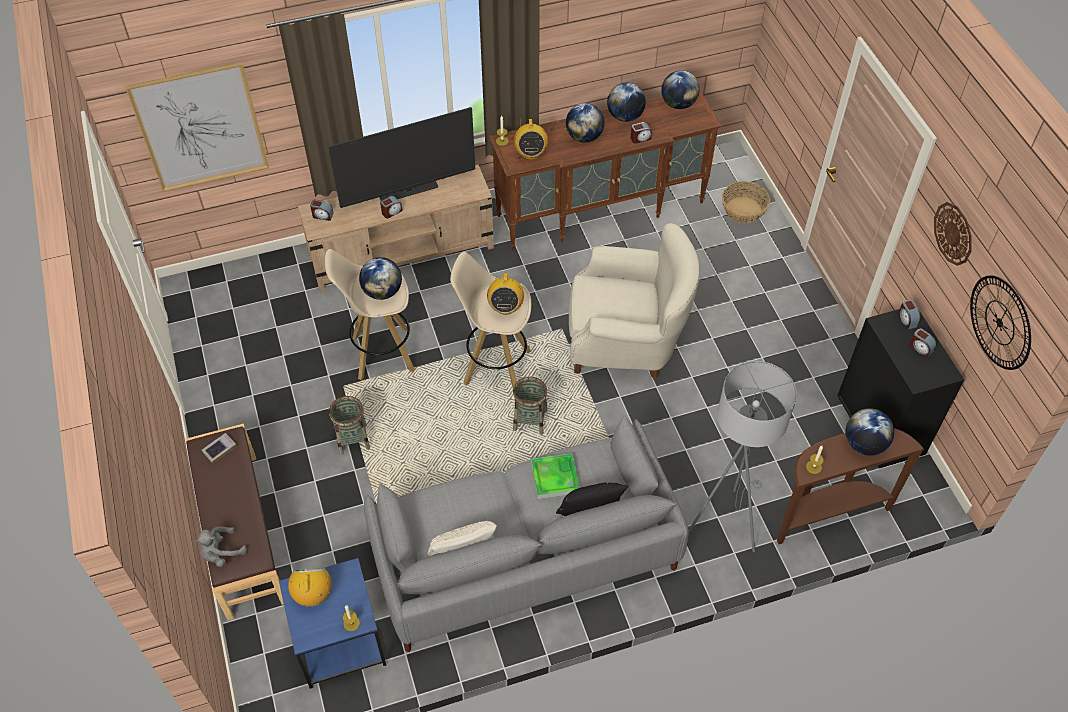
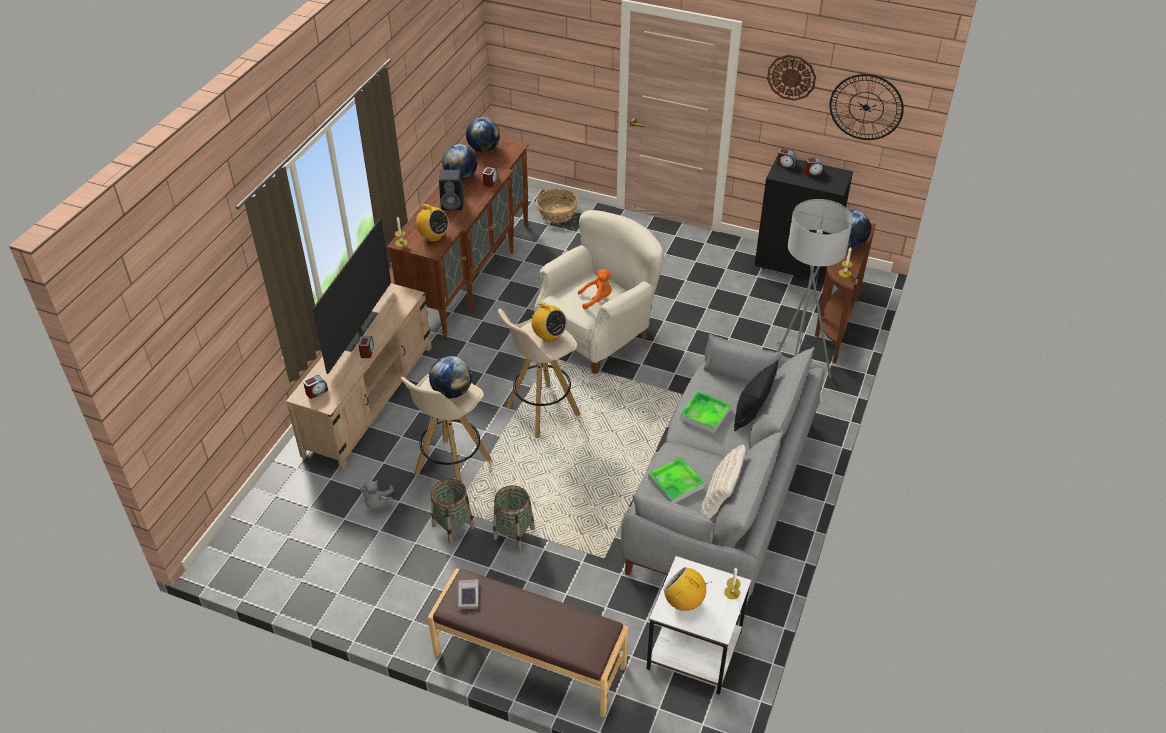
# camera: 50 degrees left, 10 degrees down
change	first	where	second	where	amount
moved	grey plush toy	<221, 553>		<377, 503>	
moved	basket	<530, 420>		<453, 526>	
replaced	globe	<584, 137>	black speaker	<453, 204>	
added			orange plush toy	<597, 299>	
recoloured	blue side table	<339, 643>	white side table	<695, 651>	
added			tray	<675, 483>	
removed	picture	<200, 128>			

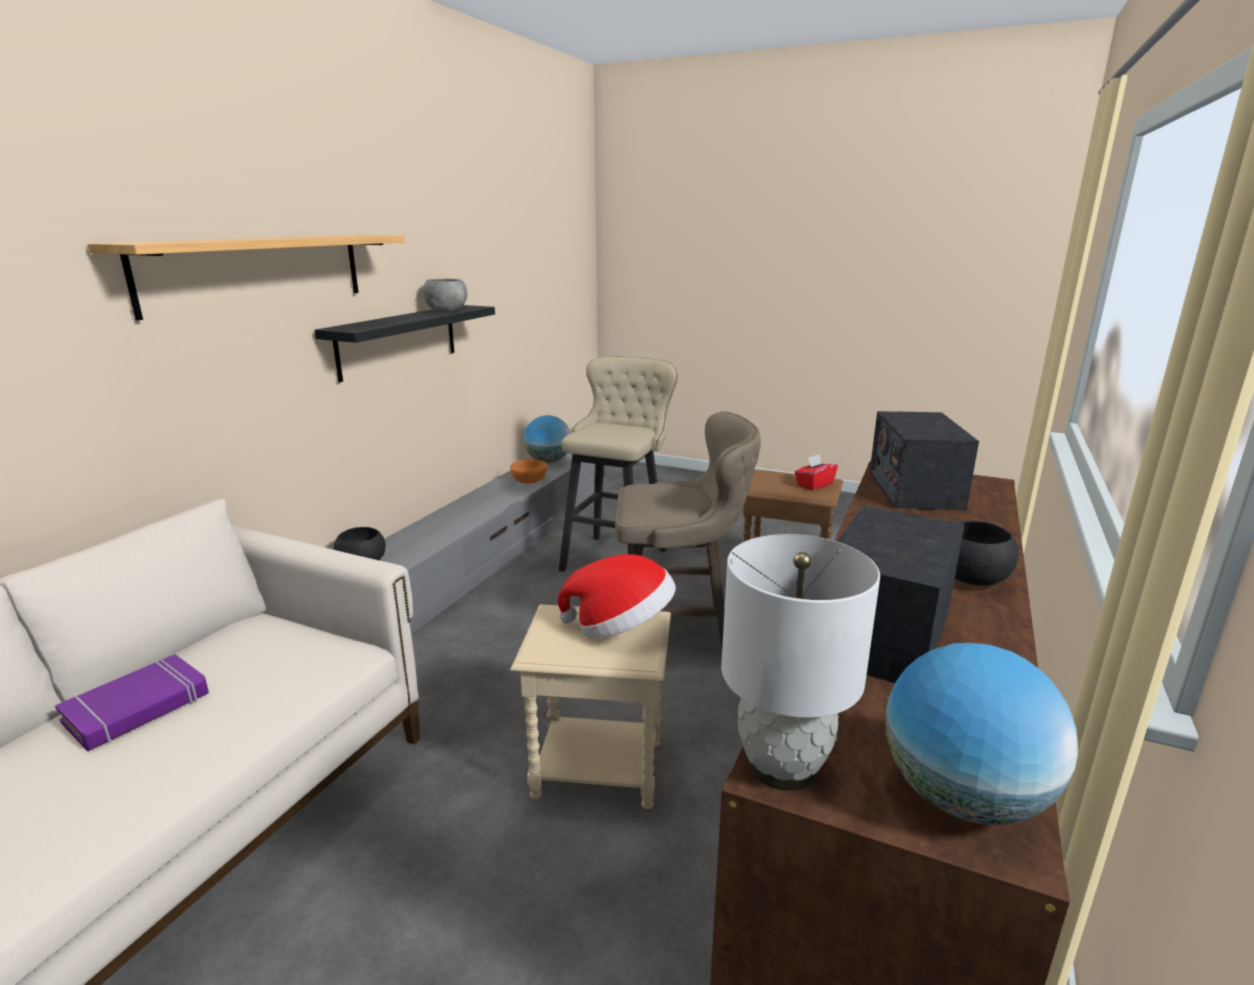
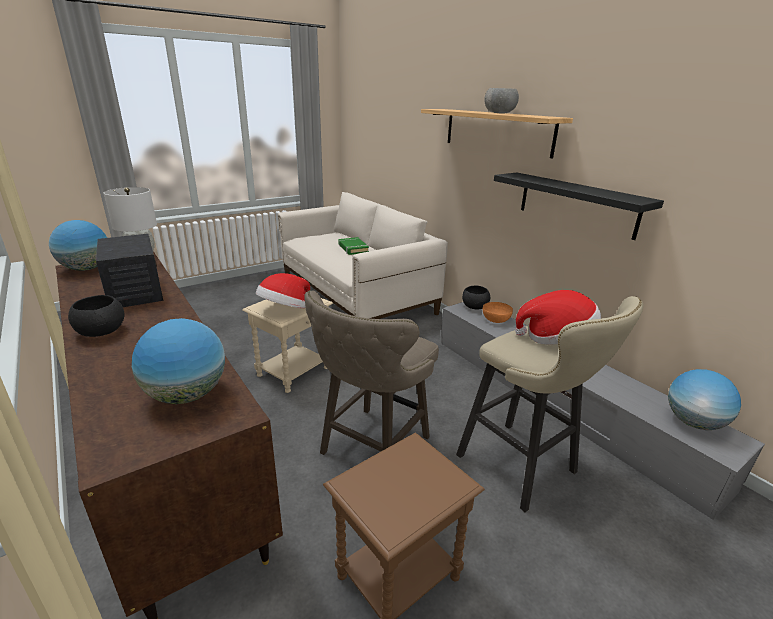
# camera: 120 degrees right, 5 degrees up
change	first	where	second	where	amount
replaced	radio	<914, 489>	globe	<187, 395>	
recoloured	purple book	<138, 708>	green book	<353, 248>	
moved	orange bowl	<530, 480>		<496, 320>	
moved	grey bowl	<446, 310>		<499, 113>	
added			hat	<555, 338>	
removed	red tissue box	<814, 485>			

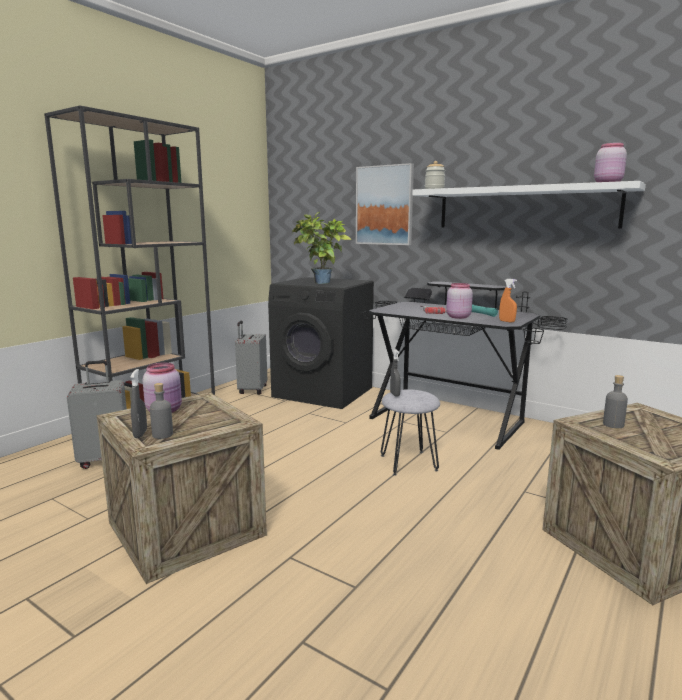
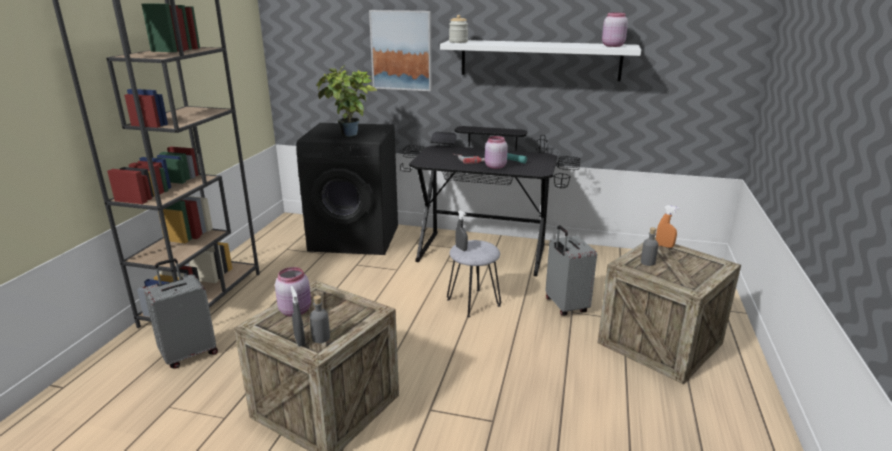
# camera: 20 degrees left, 10 degrees up
change	first	where	second	where	amount
moved	grey suitcase	<252, 390>		<565, 306>	
moved	orange spray bottle	<507, 321>		<664, 246>	

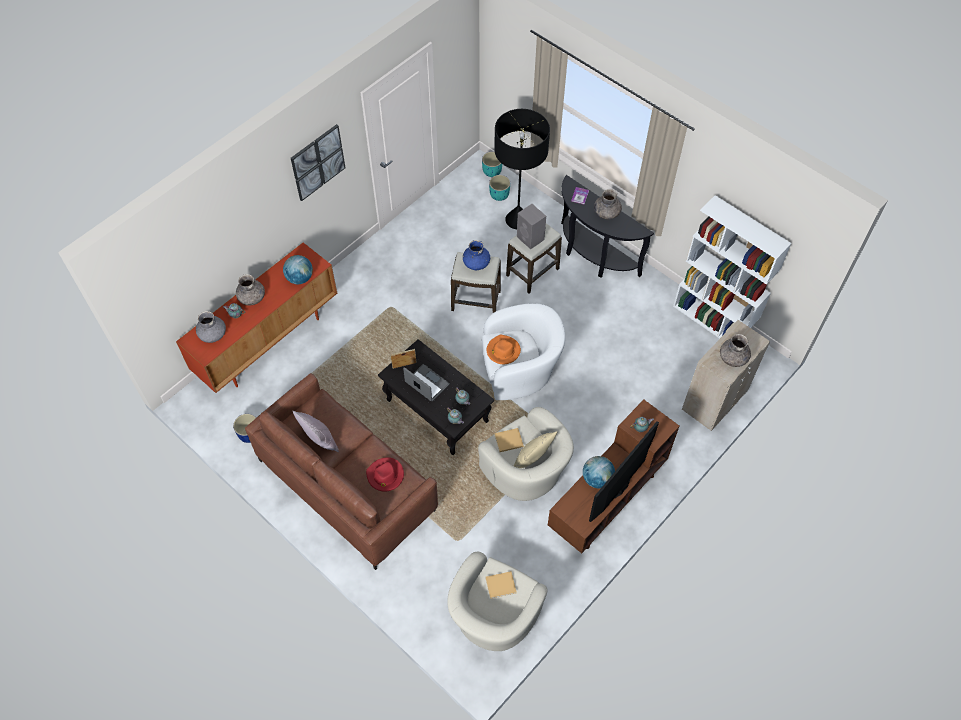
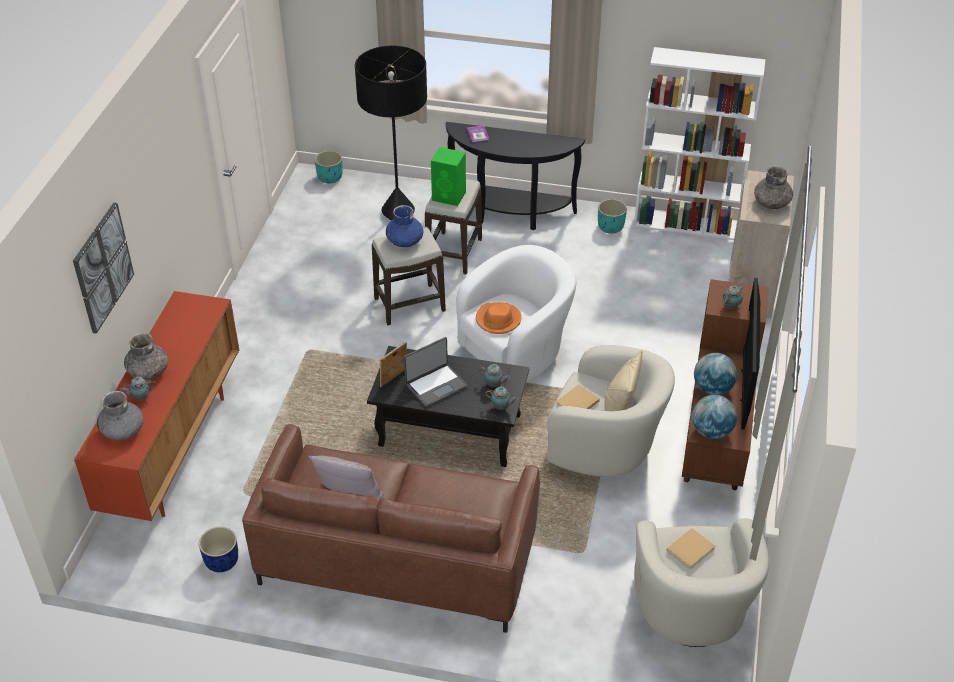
# camera: 30 degrees left, 15 degrees down
change	first	where	second	where	amount
moved	picture	<318, 162>		<103, 267>	
turned	laptop	<426, 384>		<436, 385>	135 degrees clockwise
recoloured	grey speaker	<531, 238>	green speaker	<449, 196>	
moved	turquoise planter	<499, 195>		<611, 227>	
moved	globe	<300, 278>		<711, 431>	
removed	red hat	<385, 475>			
removed	grey vase	<607, 212>			

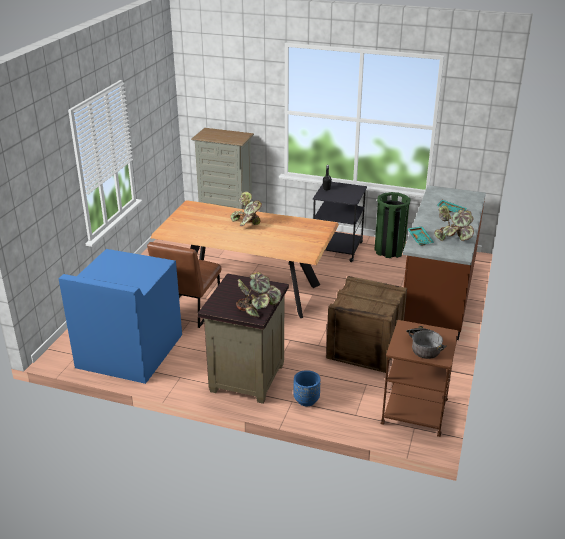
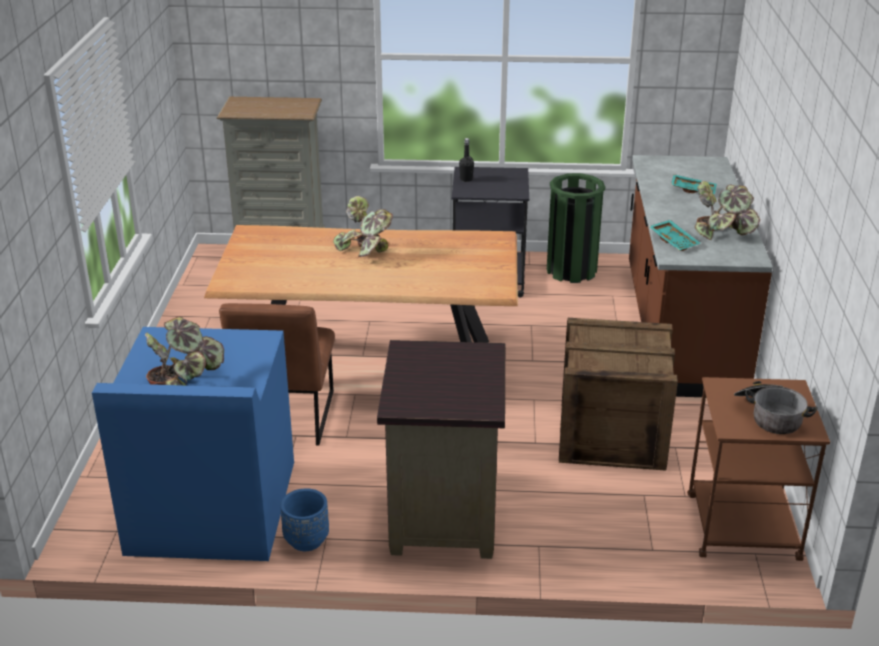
# camera: 15 degrees left, 0 degrees up
change	first	where	second	where	amount
moved	potted plant	<257, 307>		<185, 377>	
moved	blue planter	<306, 400>		<306, 540>	

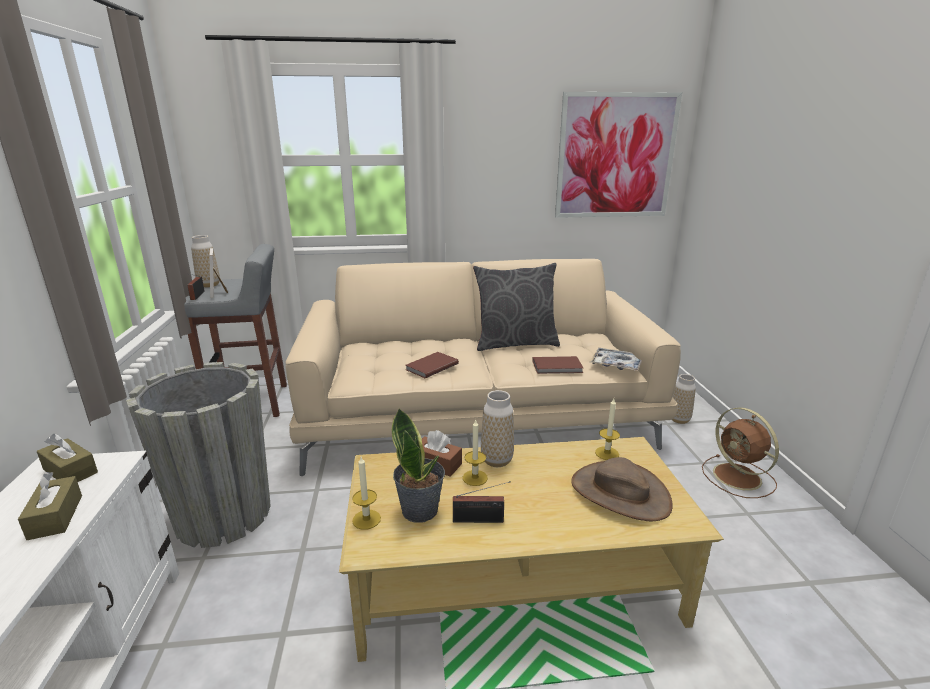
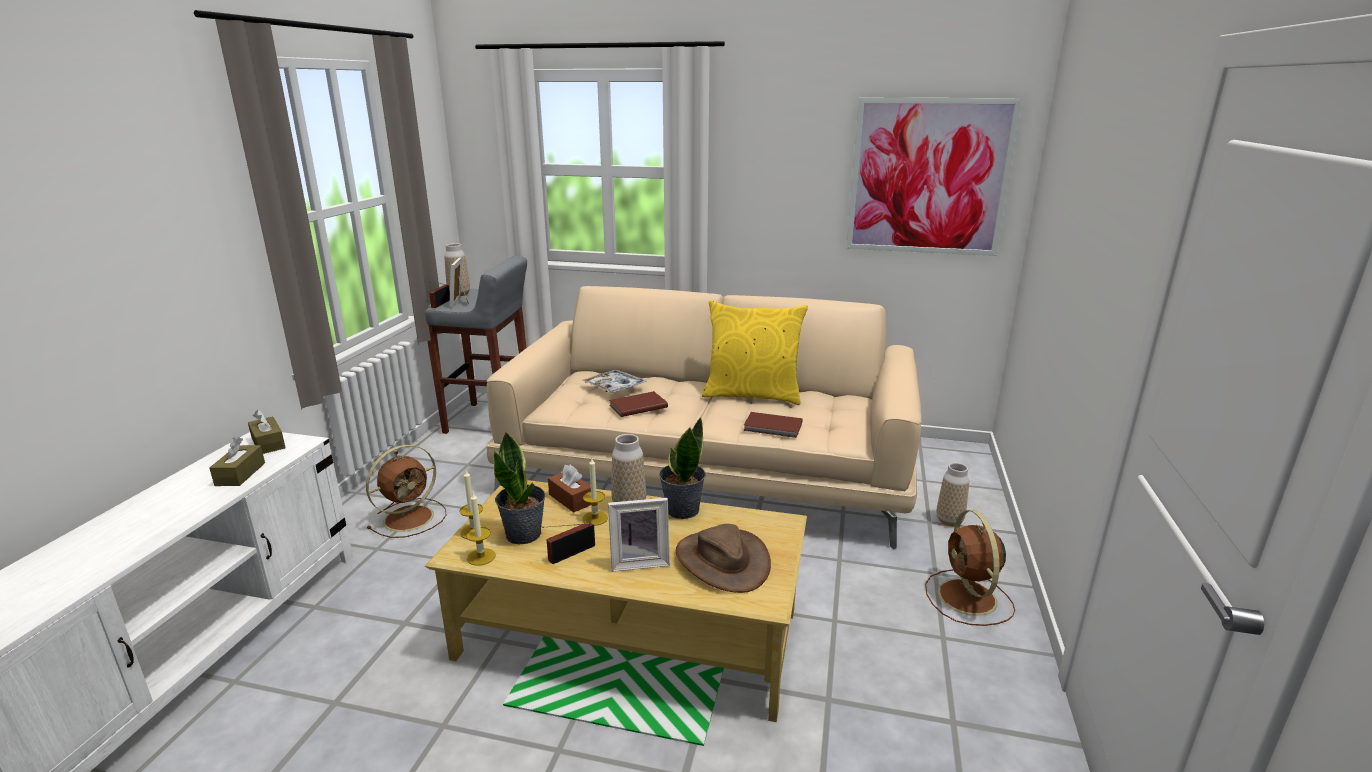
# camera: 20 degrees right, 0 degrees up
change	first	where	second	where	amount
replaced	grey planter	<223, 515>	brown fan	<411, 517>	
moved	candle	<607, 453>		<481, 557>	
turned	radio	<481, 520>		<569, 554>	120 degrees clockwise
moved	tray	<616, 364>		<614, 387>	
added			picture frame	<639, 561>	
added			potted plant	<682, 510>	
recoloured	grey pillow	<515, 343>	yellow pillow	<752, 394>	

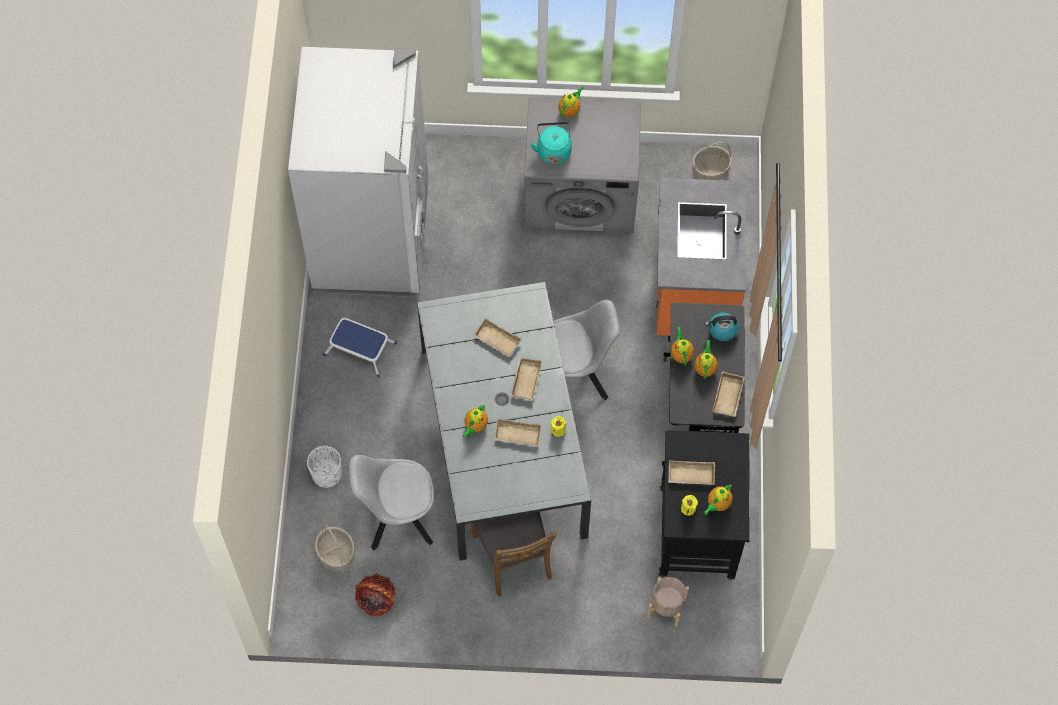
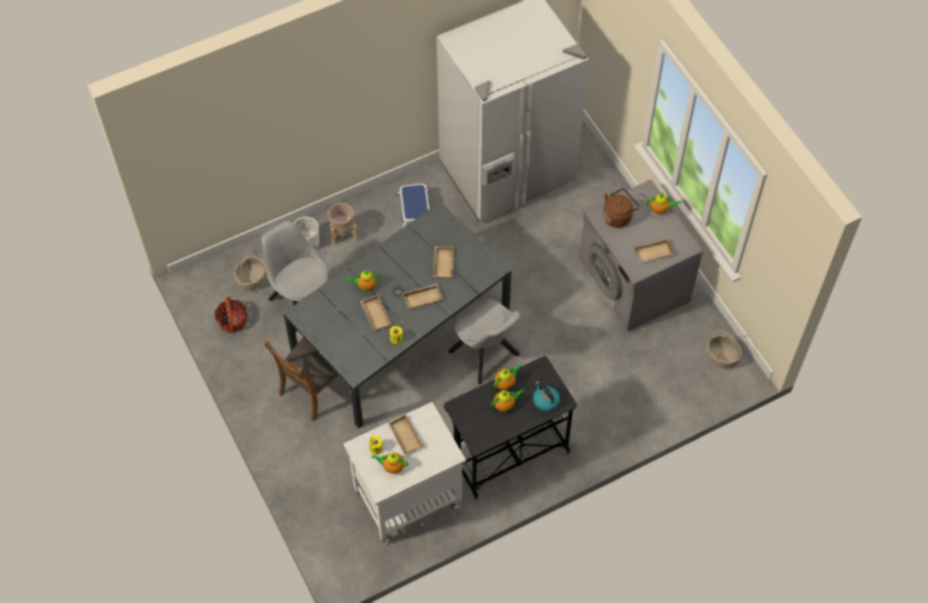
# camera: 60 degrees right, 5 degrees down
change	first	where	second	where	amount
moved	beige planter	<666, 607>		<343, 233>	
recoloured	black cart	<696, 534>	white cart	<407, 500>	
recoloured	turquoise kettle	<553, 151>	brown kettle	<618, 216>	
moved	beige tray	<729, 397>		<653, 254>	
removed	orange counter	<692, 291>			

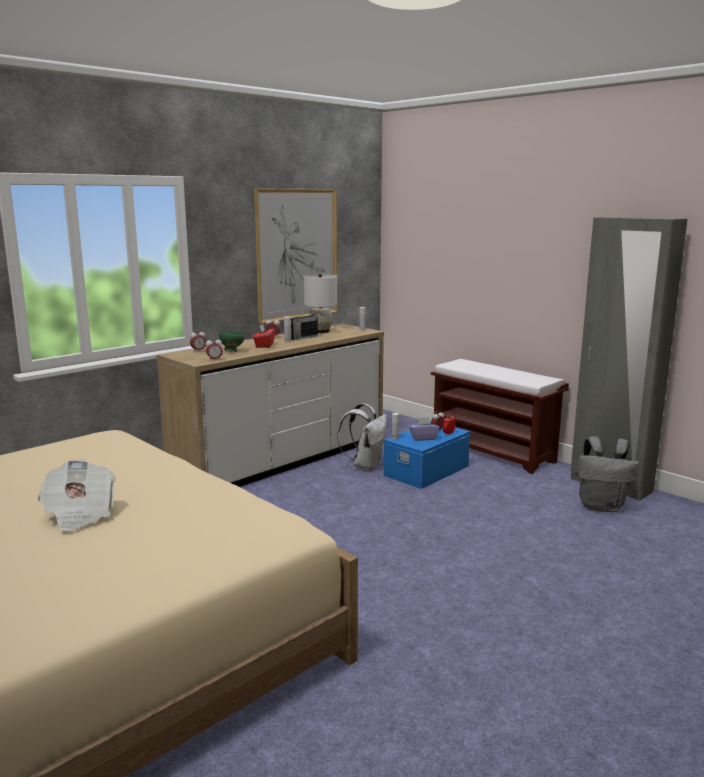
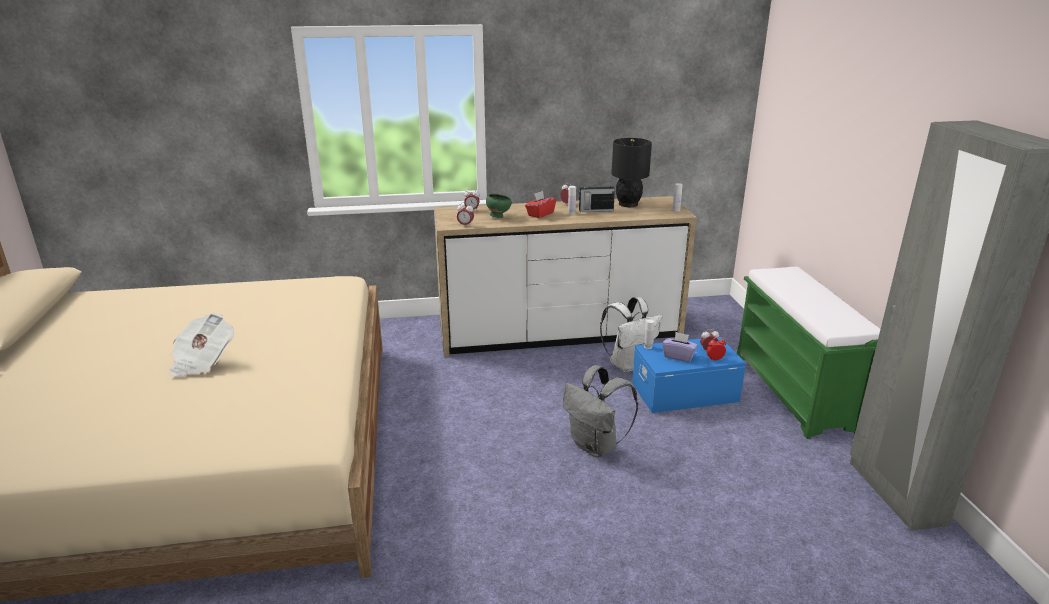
# camera: 35 degrees right, 10 degrees up
change	first	where	second	where	amount
moved	grey backpack	<602, 506>		<596, 446>	
recoloured	white table lamp	<320, 331>	black table lamp	<628, 204>	
recoloured	brown bench	<493, 452>	green bench	<795, 392>	
removed	picture	<297, 254>			

